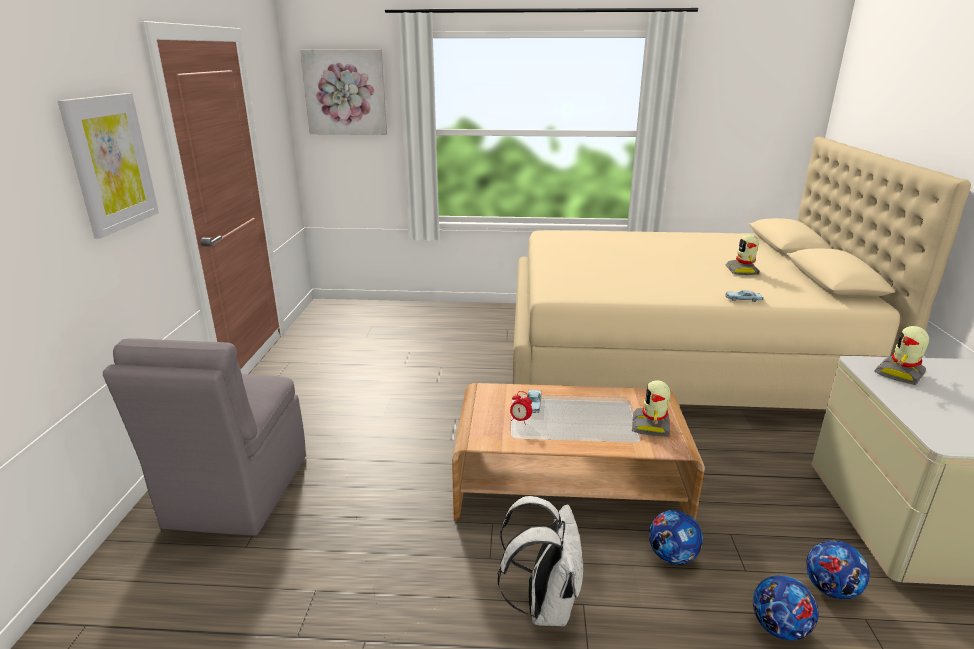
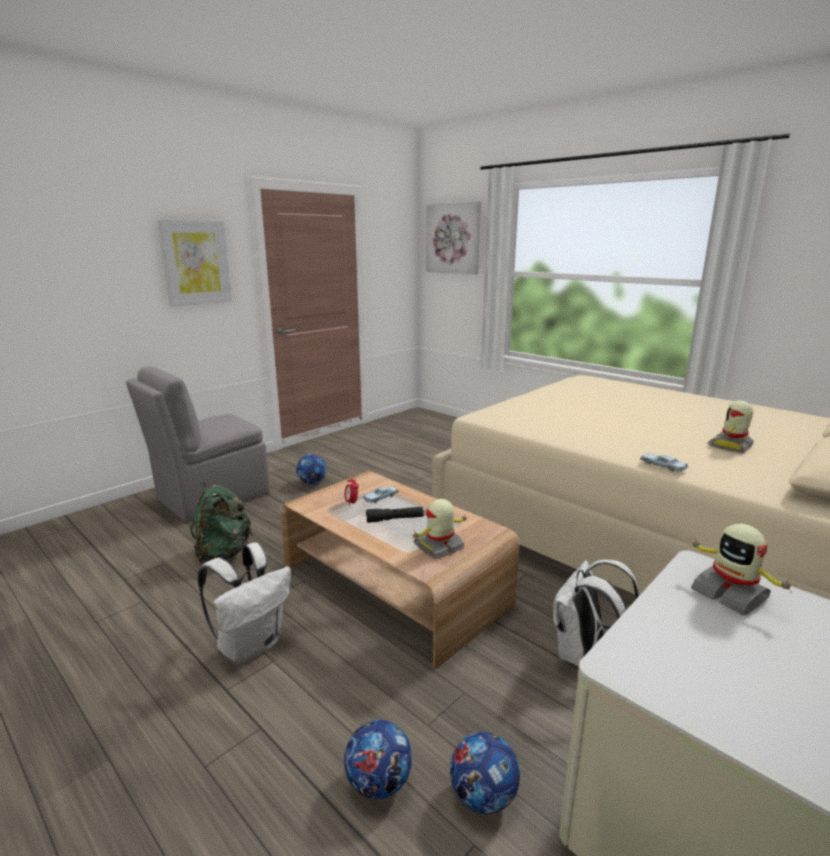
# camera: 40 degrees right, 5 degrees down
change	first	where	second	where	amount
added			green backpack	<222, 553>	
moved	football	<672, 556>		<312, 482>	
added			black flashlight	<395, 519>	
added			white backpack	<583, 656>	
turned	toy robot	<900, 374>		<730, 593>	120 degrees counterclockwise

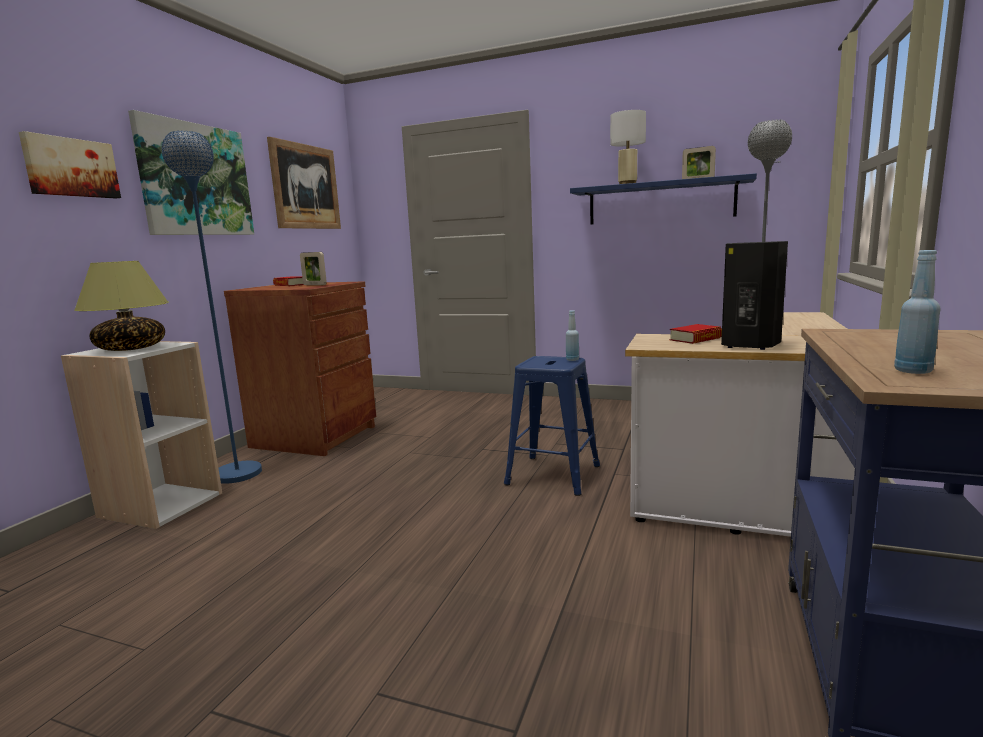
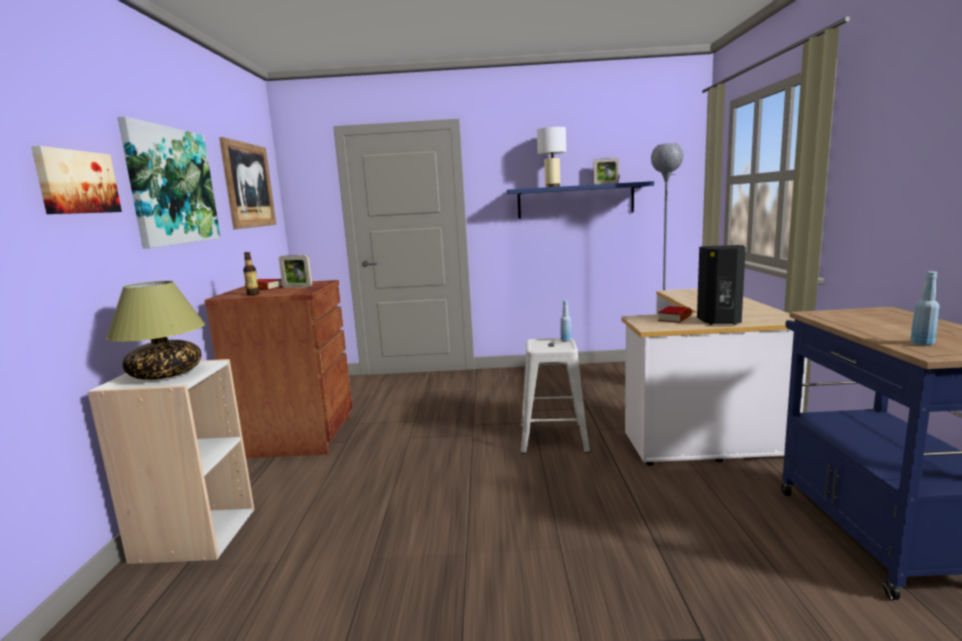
# camera: 20 degrees left, 0 degrees up
change	first	where	second	where	amount
added			bottle	<253, 294>	
recoloured	blue stool	<553, 475>	white stool	<553, 438>	
removed	blue floor lamp	<238, 474>			

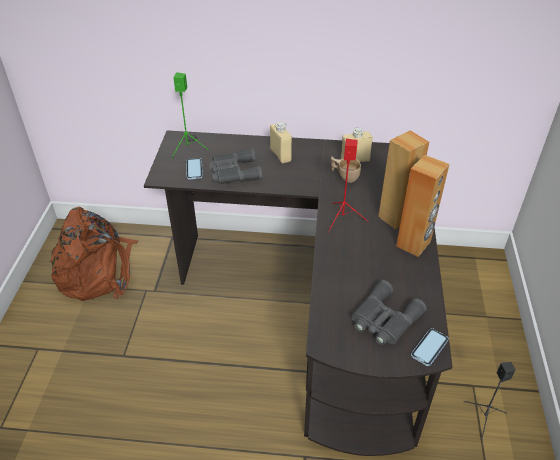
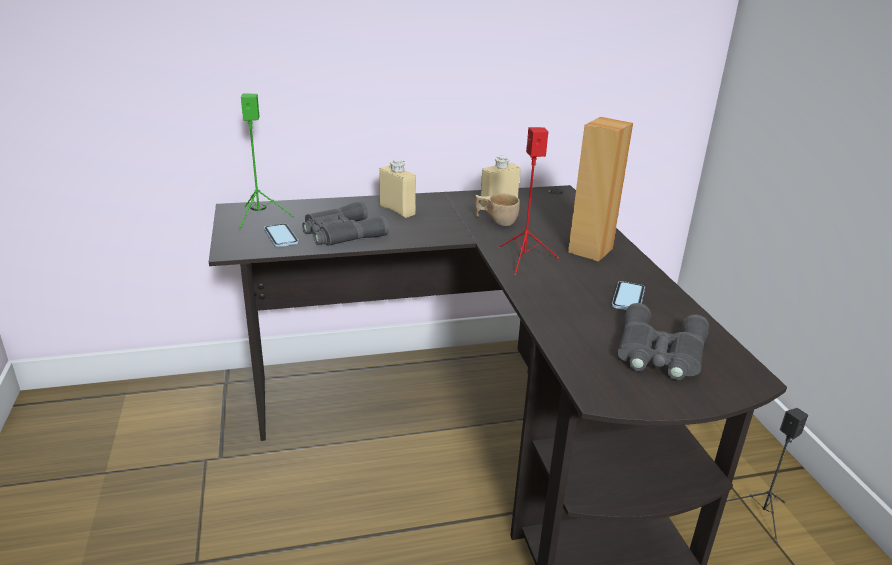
# camera: 20 degrees left, 15 degrees down
change	first	where	second	where	amount
moved	phone	<429, 348>		<628, 298>	
removed	brown backpack	<98, 271>			
removed	brown speaker	<414, 244>			

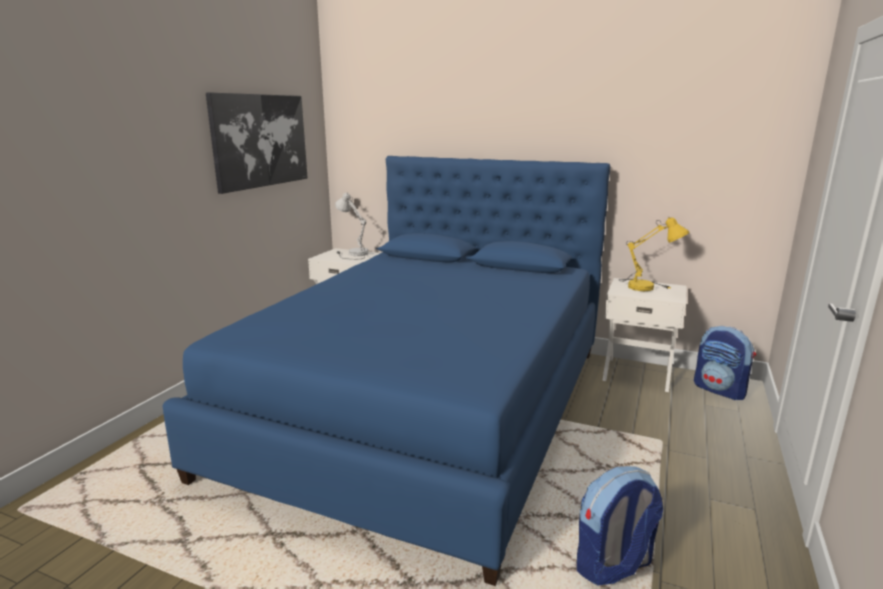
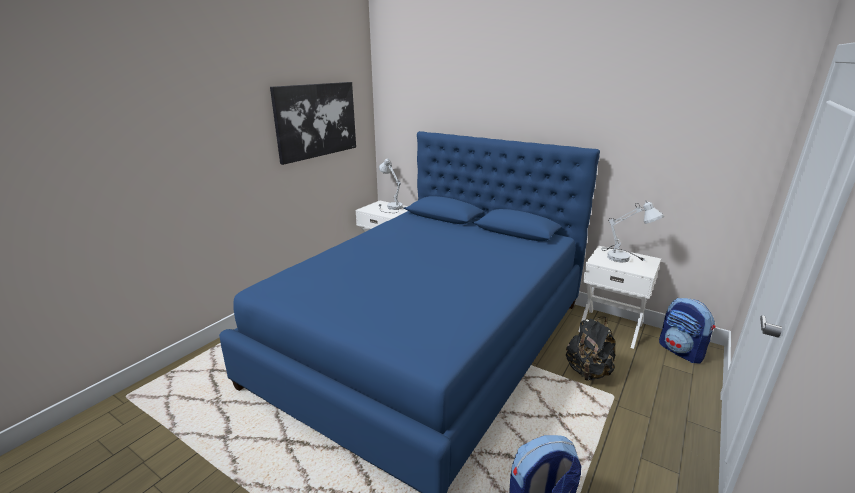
# camera: 10 degrees right, 5 degrees up
change	first	where	second	where	amount
added			black backpack	<588, 372>	
recoloured	yellow table lamp	<647, 287>	white table lamp	<624, 258>	

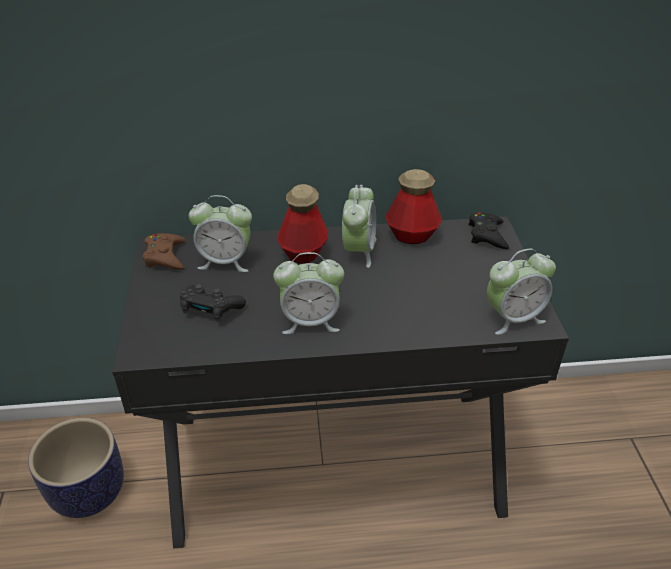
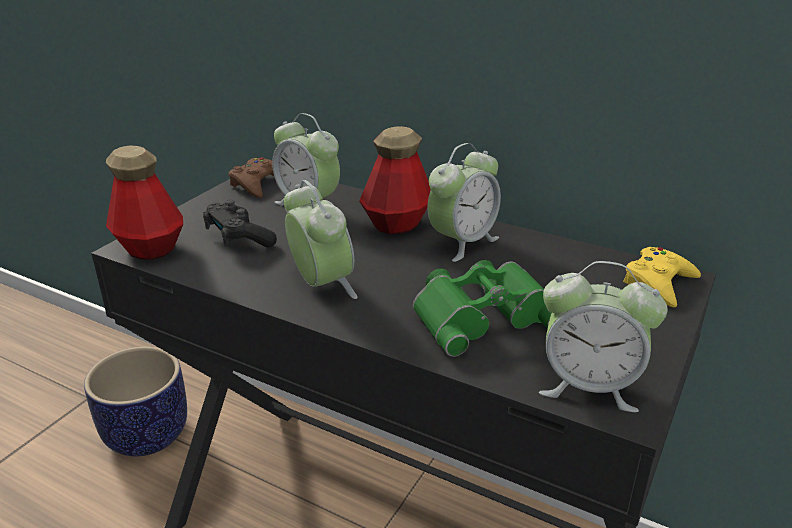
# camera: 35 degrees right, 10 degrees down
change	first	where	second	where	amount
moved	bottle	<411, 235>		<150, 248>	
turned	alarm clock	<310, 321>		<321, 285>	150 degrees counterclockwise
added			green binoculars	<482, 313>	
recoloured	black game controller	<487, 235>	yellow game controller	<659, 283>	

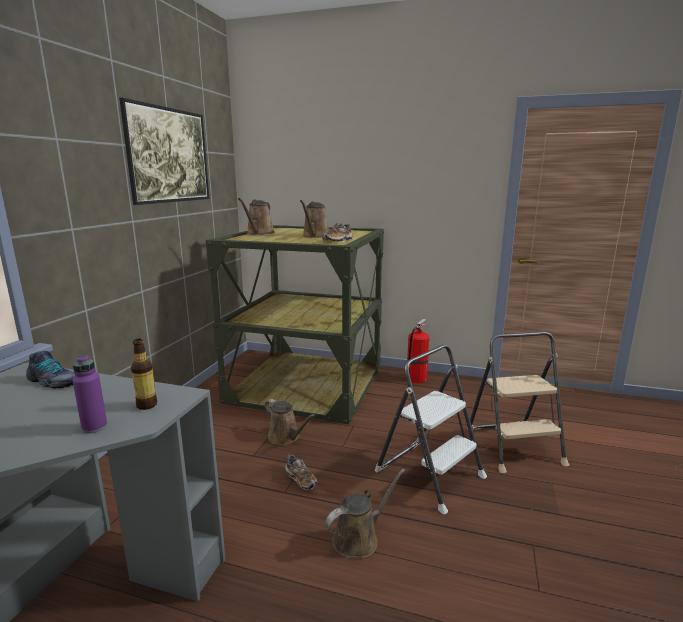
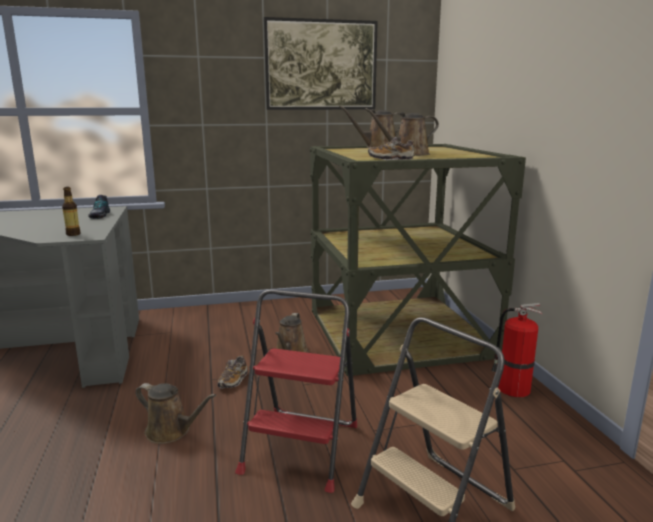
# camera: 60 degrees right, 0 degrees up
change	first	where	second	where	amount
recoloured	white step ladder	<426, 471>	red step ladder	<303, 445>	
removed	purple bottle	<94, 427>			

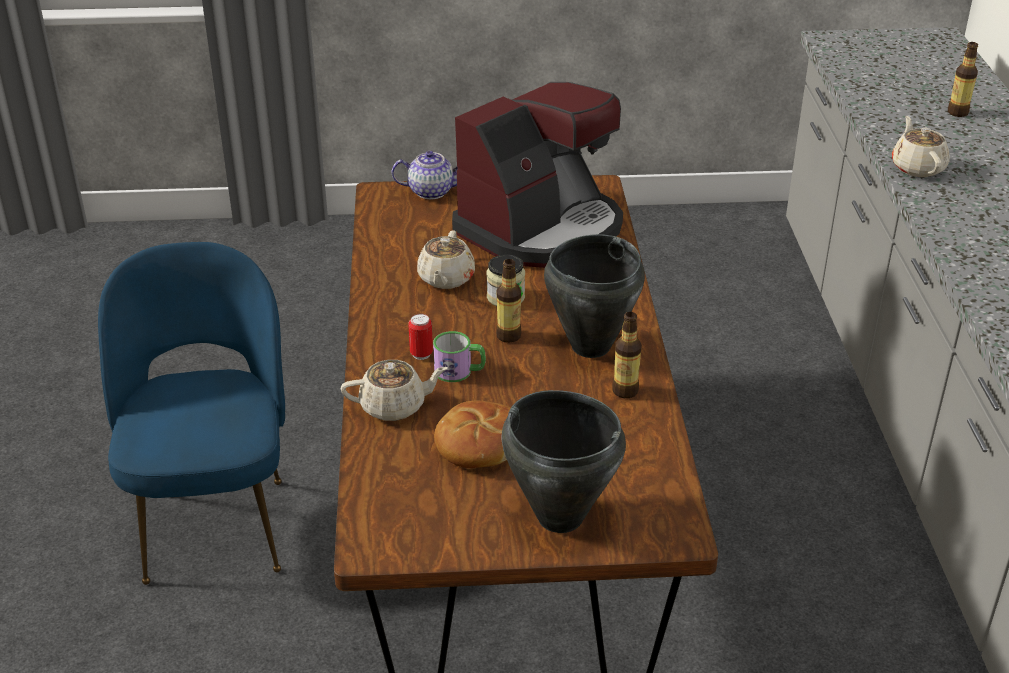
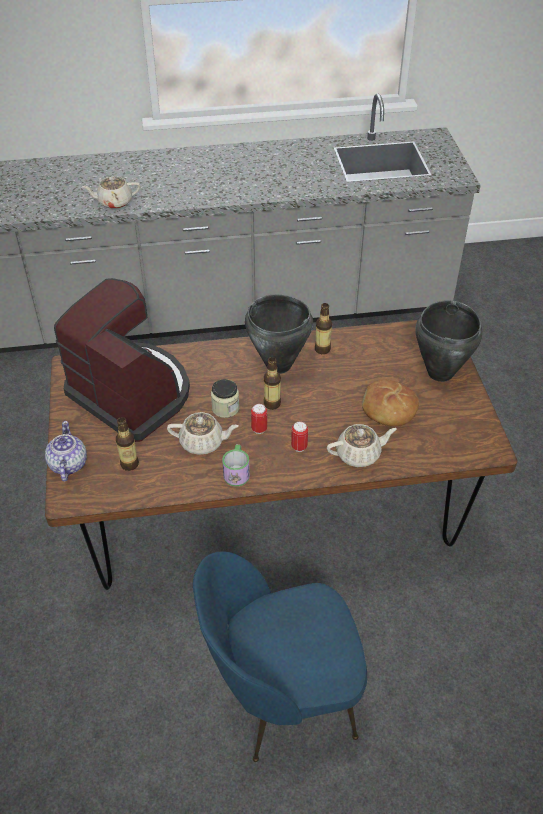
# camera: 95 degrees left, 10 degrees up
change	first	where	second	where	amount
moved	bottle	<957, 112>		<129, 464>	
moved	mug	<459, 371>		<237, 472>	
added			can	<259, 429>	
turned	beige teapot	<394, 406>		<359, 454>	90 degrees clockwise

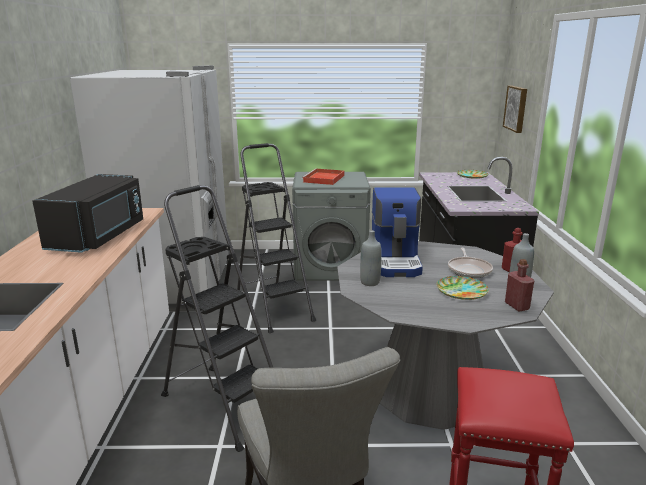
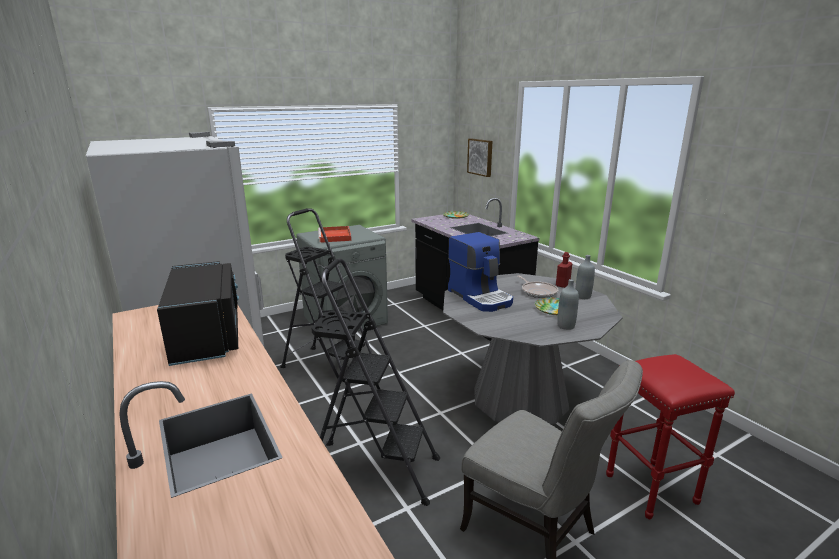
# camera: 30 degrees left, 0 degrees up
change	first	where	second	where	amount
moved	grey bottle	<370, 282>		<565, 326>	
removed	red bottle	<517, 306>			

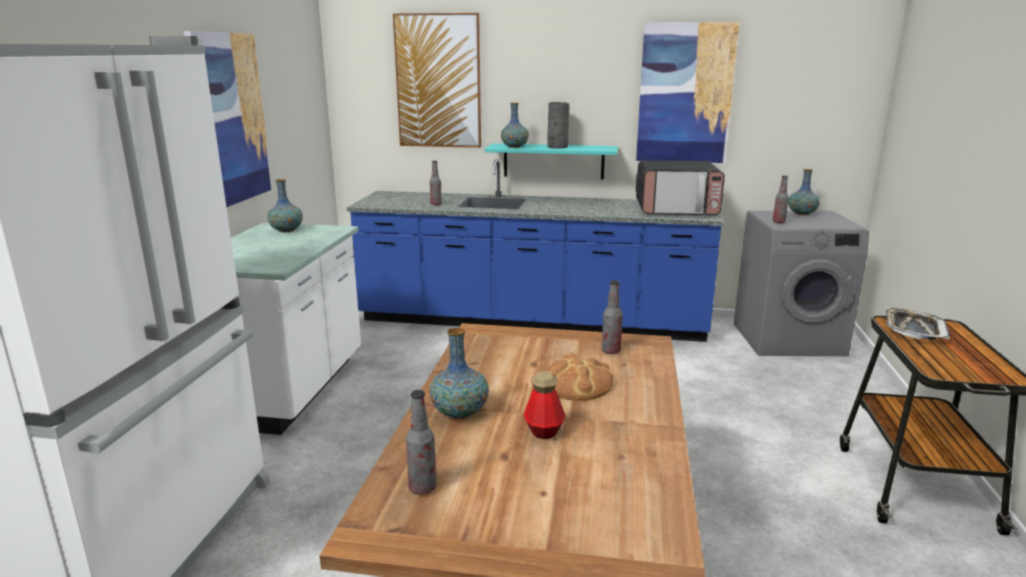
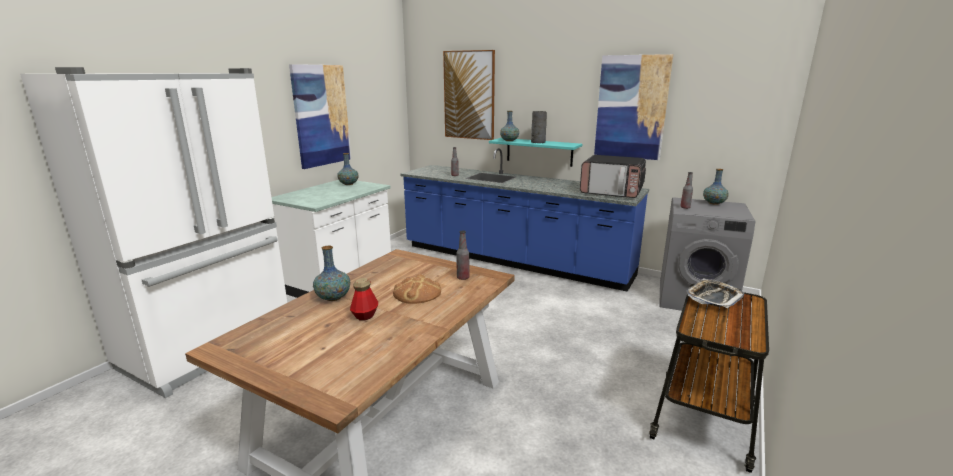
# camera: 20 degrees right, 0 degrees up
change	first	where	second	where	amount
removed	bottle	<422, 488>			

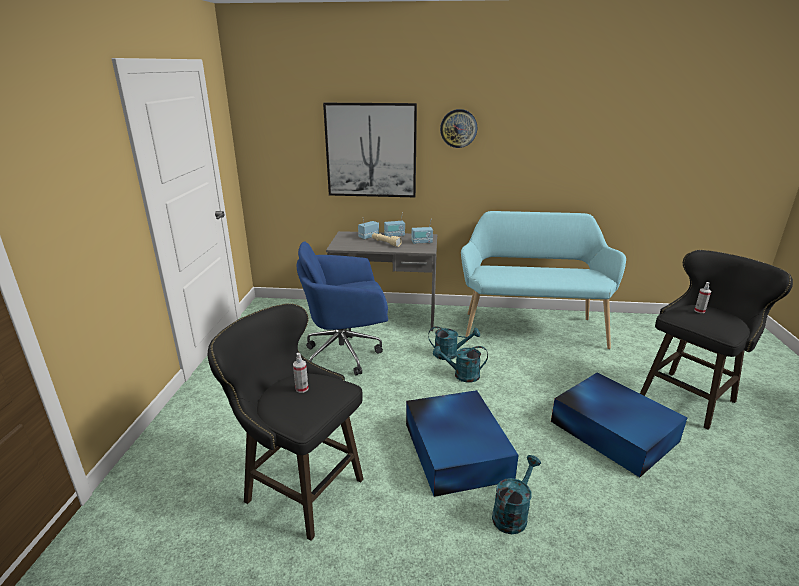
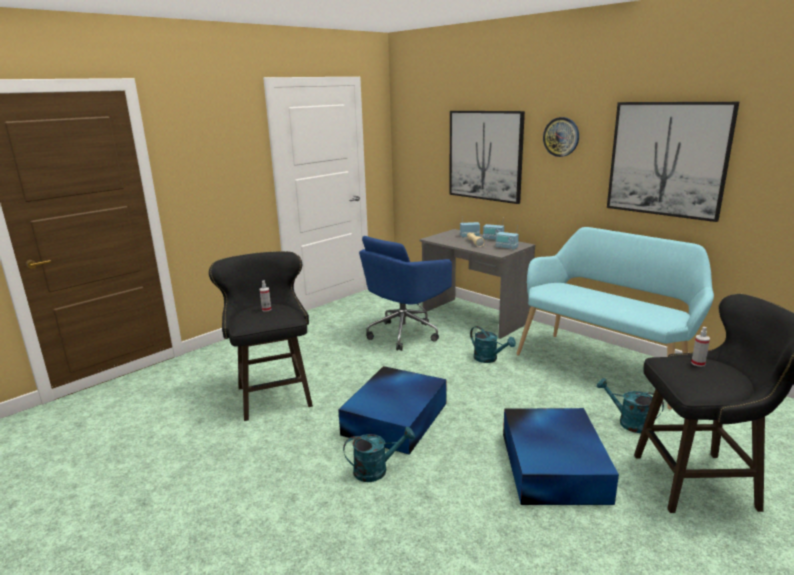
# camera: 40 degrees right, 5 degrees down
change	first	where	second	where	amount
turned	blue office chair	<346, 355>		<405, 333>	75 degrees counterclockwise
moved	turquoise watering can	<462, 375>		<628, 422>	
added			picture	<667, 159>	

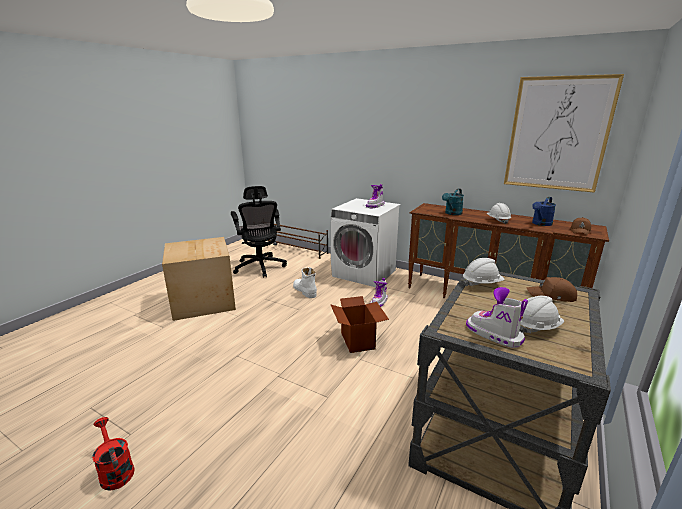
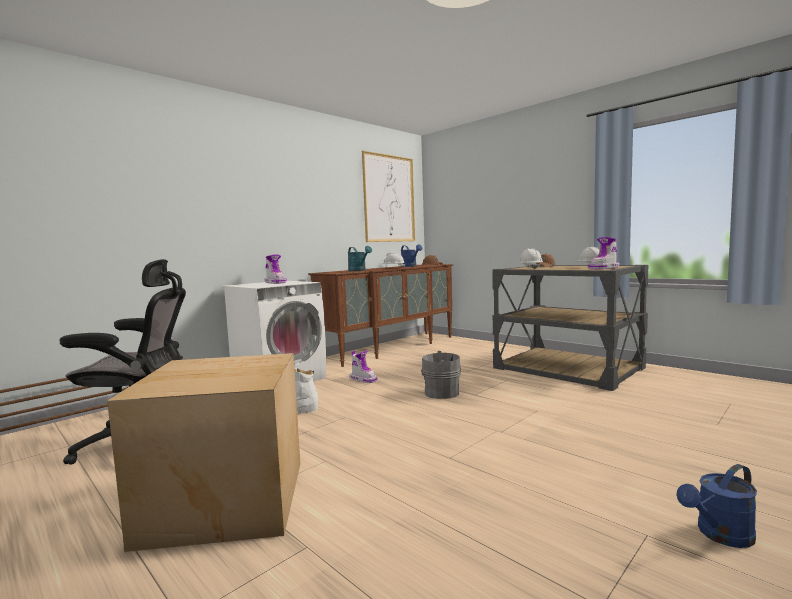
# camera: 75 degrees left, 15 degrees down
change	first	where	second	where	amount
replaced	cardboard box	<358, 340>	grey bucket	<440, 393>	
recoloured	red watering can	<115, 470>	blue watering can	<720, 535>	

